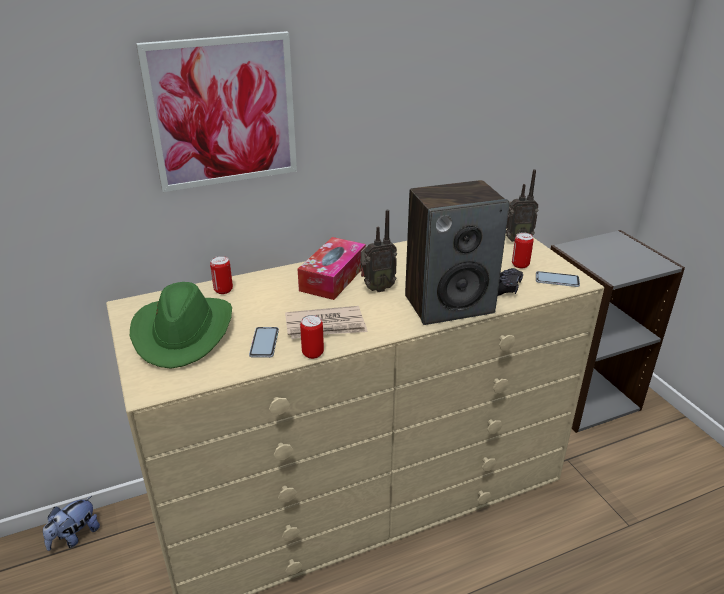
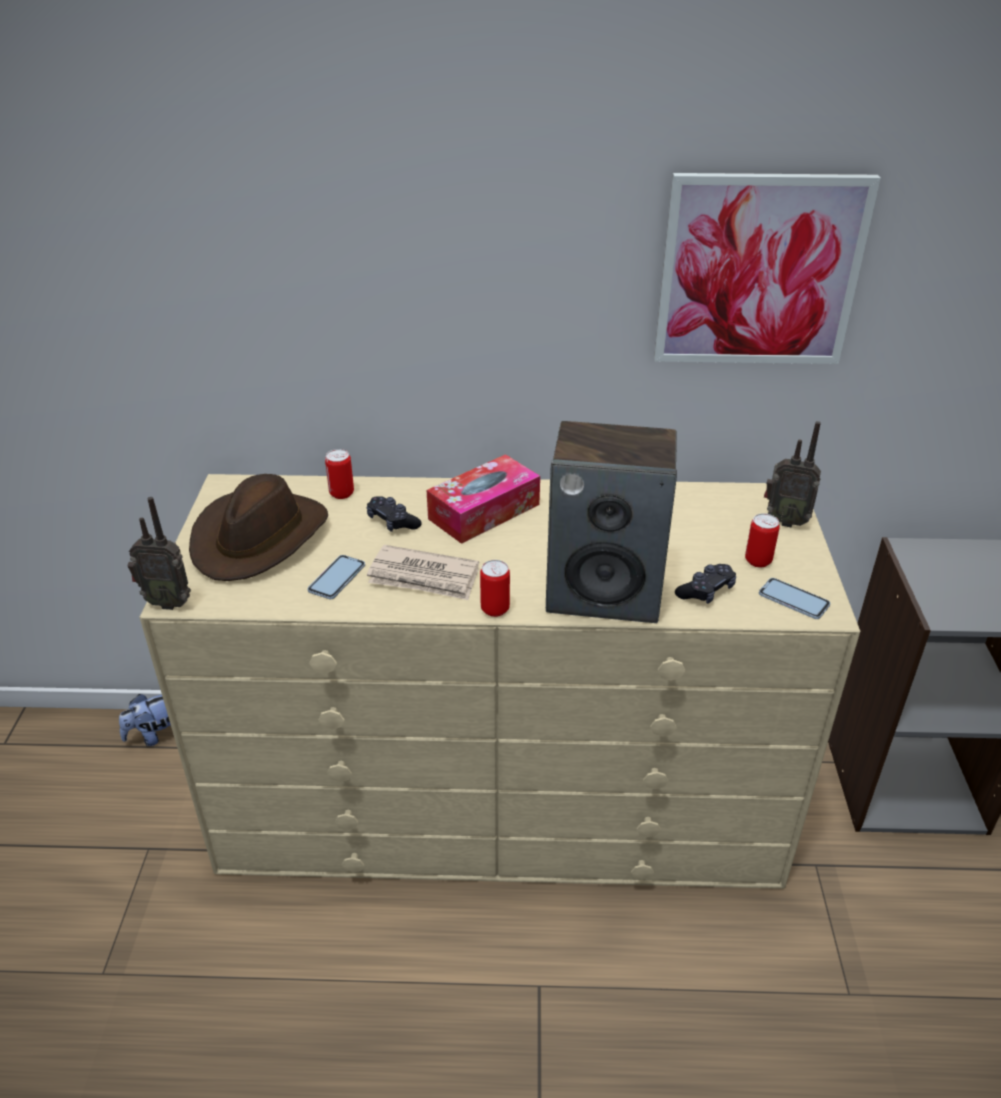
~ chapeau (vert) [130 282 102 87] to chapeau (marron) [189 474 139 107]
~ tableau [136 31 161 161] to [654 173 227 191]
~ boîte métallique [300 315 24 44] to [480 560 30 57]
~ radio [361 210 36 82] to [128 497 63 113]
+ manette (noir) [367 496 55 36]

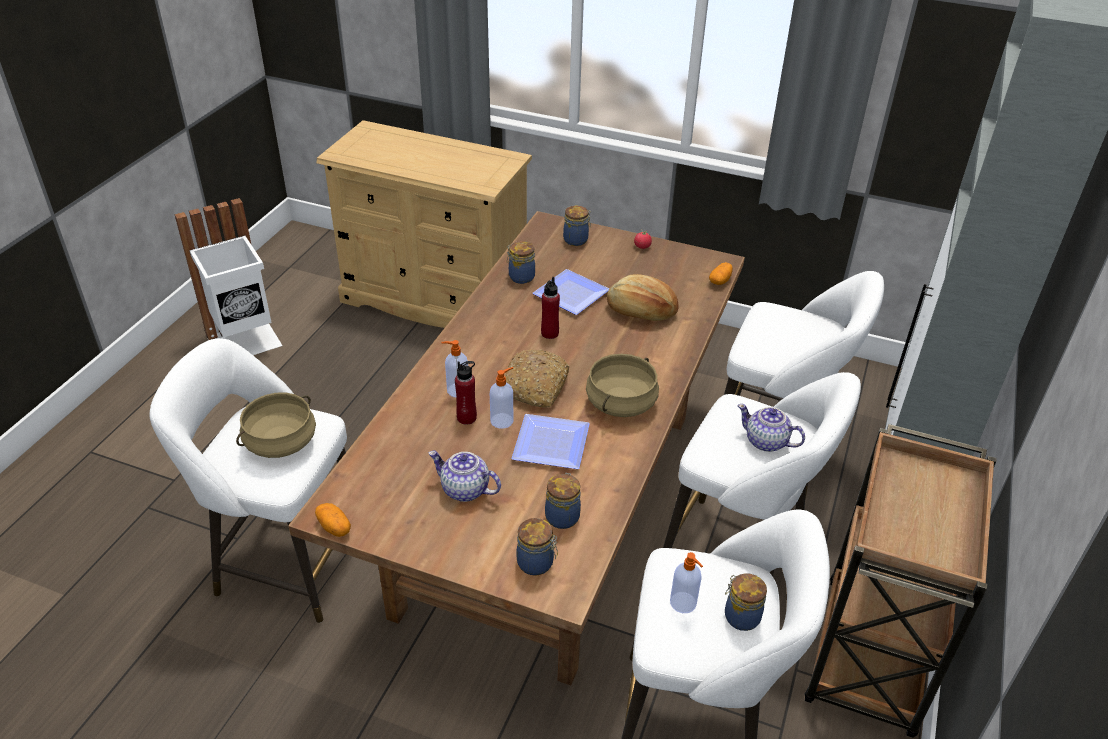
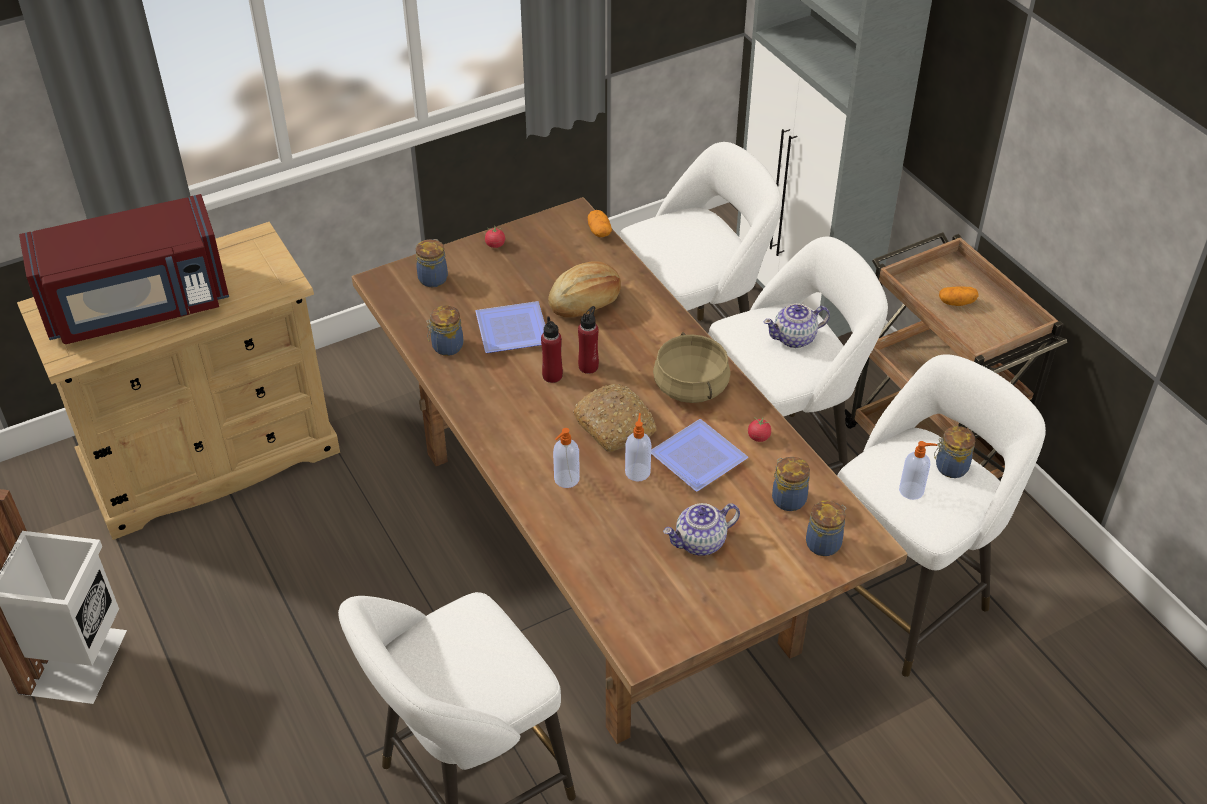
- marmite (beige) [236 393 80 65]
~ pomme de terre [315 503 36 34] to [939 287 40 19]
~ bouteille (rouge) [455 361 22 64] to [578 306 21 68]
+ micro-ondes (rouge) [19 194 210 150]
+ tomate [748 417 23 25]

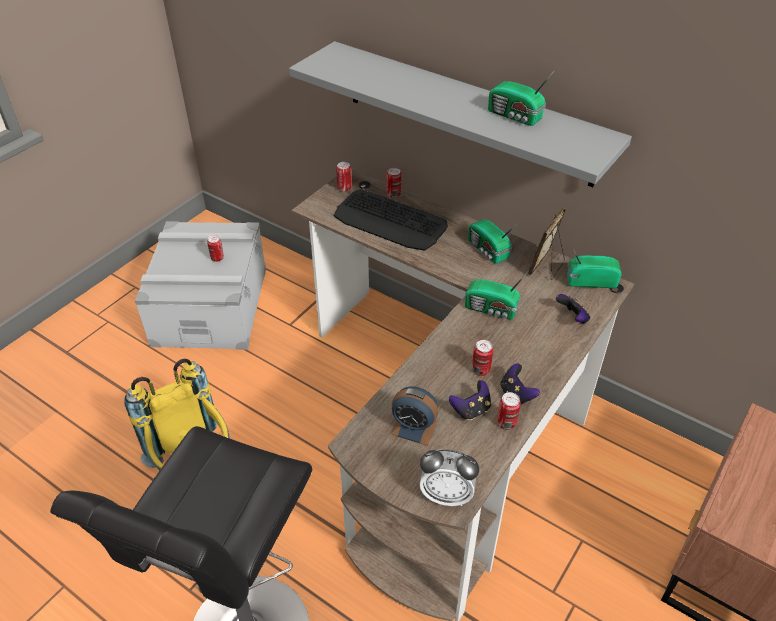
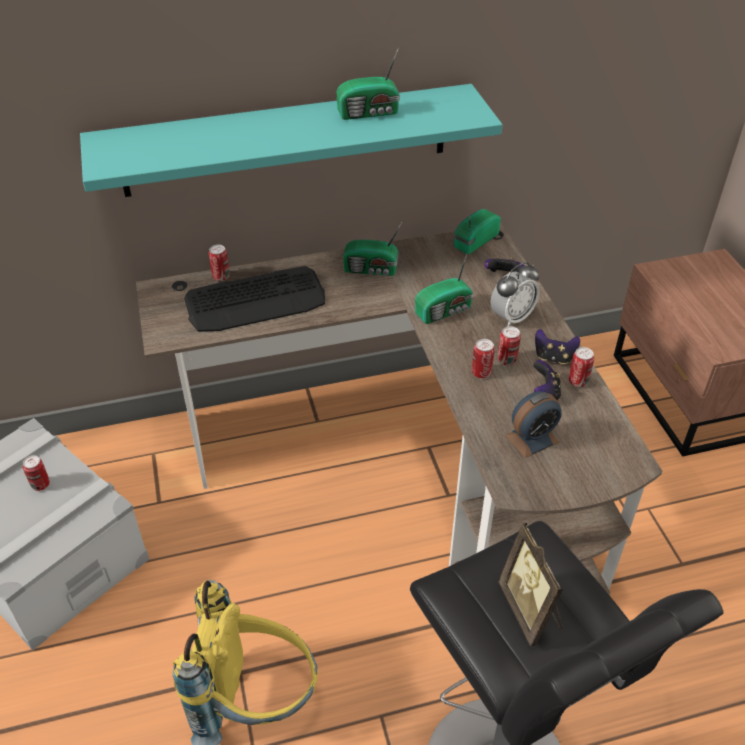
~ étagère (gris) [289 41 343 146] to étagère (turquoise) [80 84 423 113]
~ boîte métallique [336 162 16 30] to [472 339 23 39]
~ réveil [420 449 59 57] to [490 262 50 64]
~ cadre photo [528 208 38 72] to [499 523 64 124]

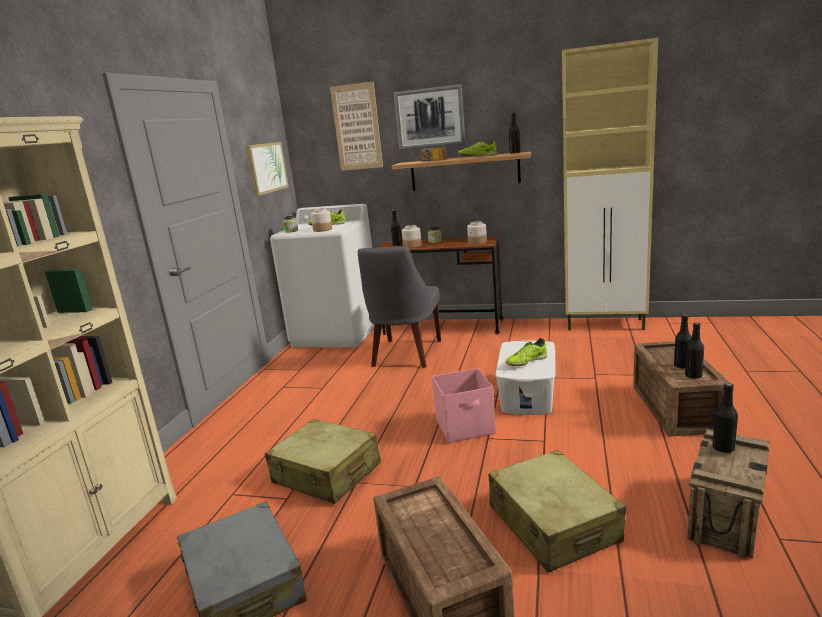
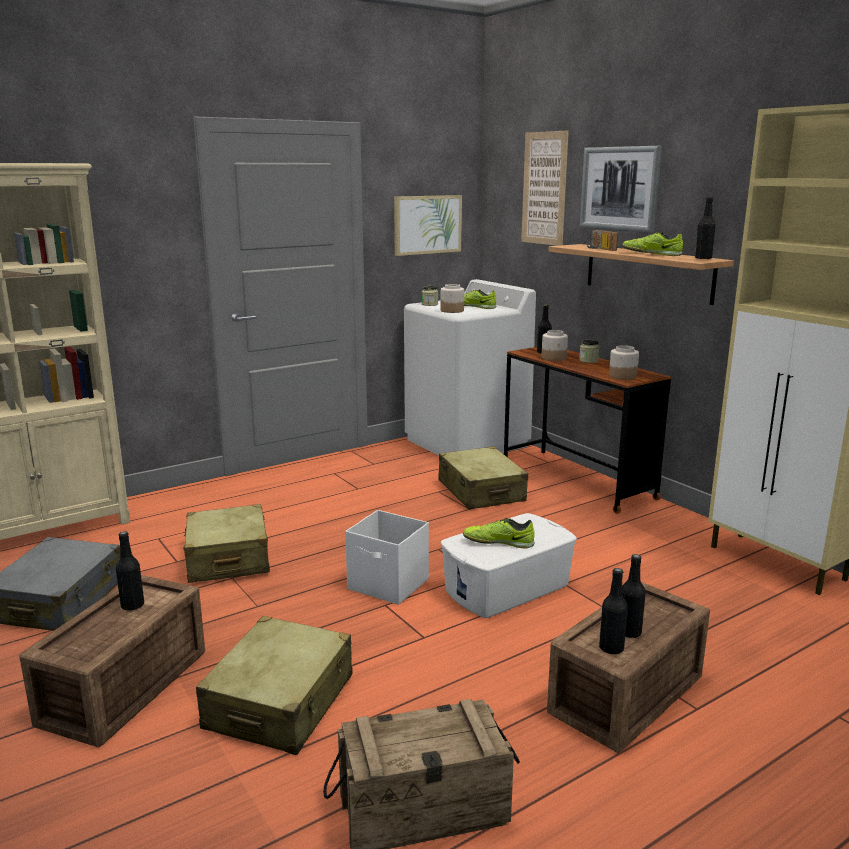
~ chaise (gris) [358 247 83 121] to valise (beige) [438 446 90 63]
~ boîte de rangement (rose) [432 368 64 75] to boîte de rangement (blanc) [345 510 84 95]
~ bouteille (noir) [713 383 25 70] to [116 531 28 79]

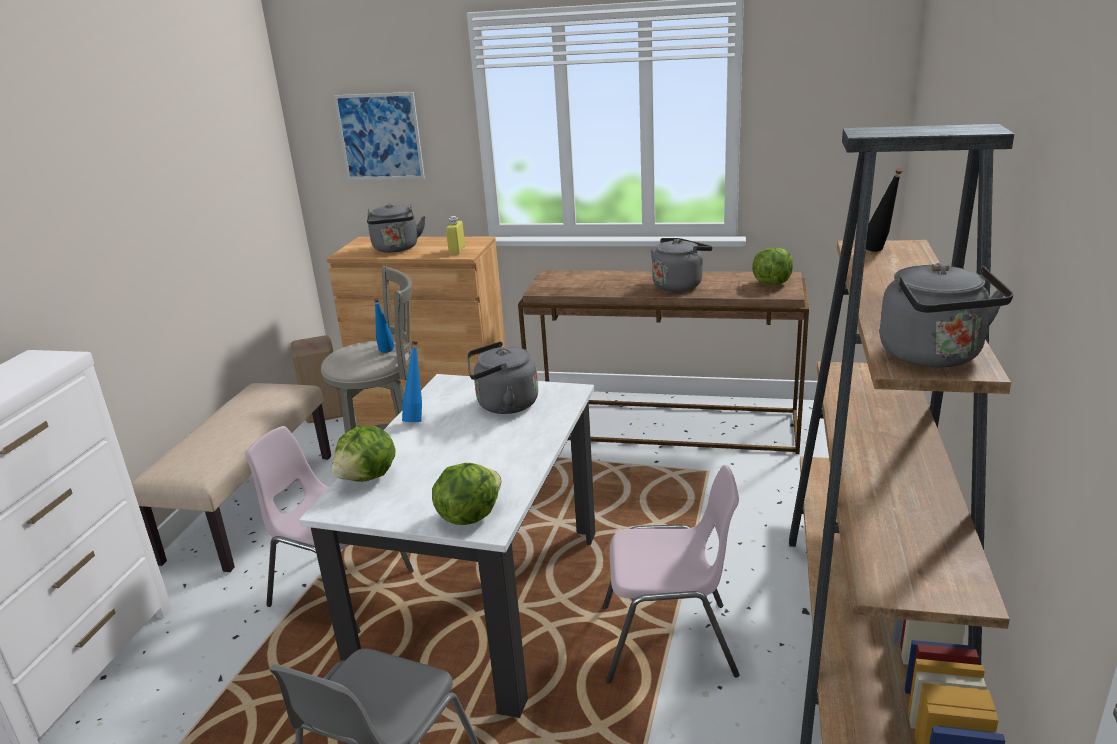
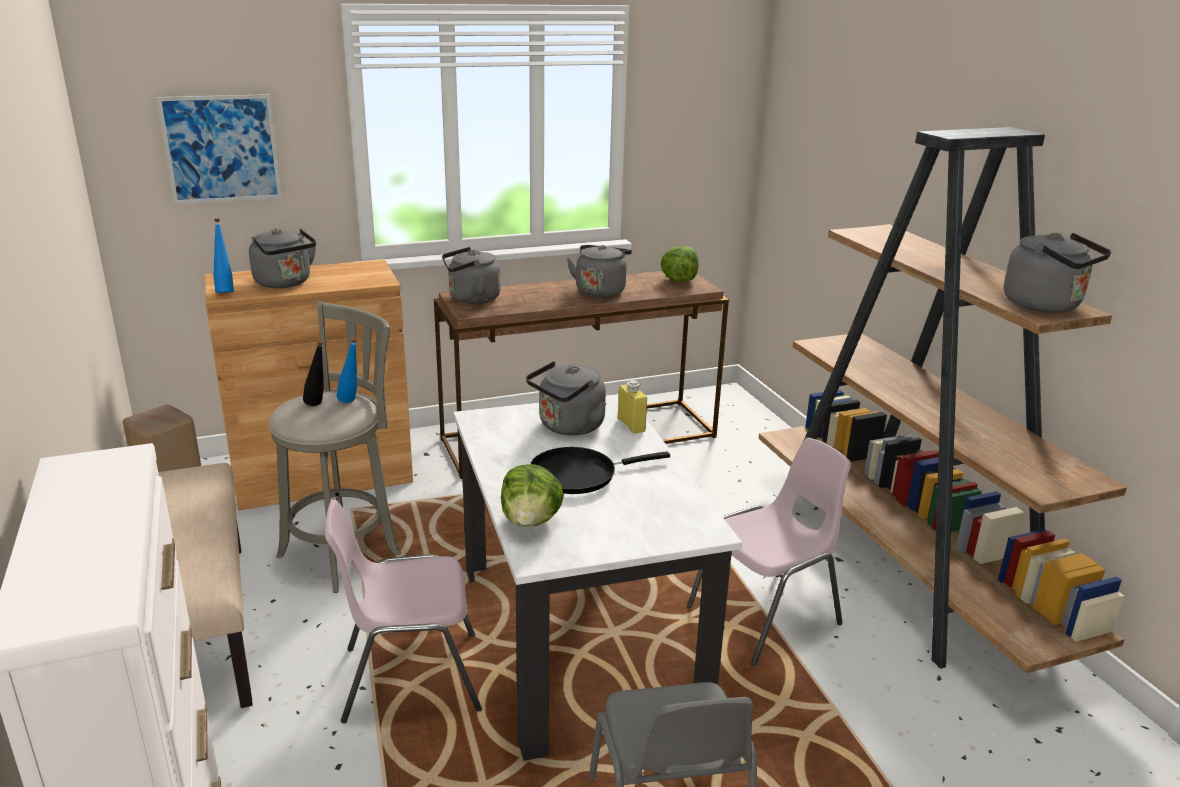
~ bouteille (bleu) [402 341 20 81] to [214 219 20 74]
- laitue [432 463 69 62]
~ bouteille (jaune) [446 216 19 39] to [618 380 29 54]
~ bouteille (noir) [866 168 37 84] to [303 339 21 67]
+ bouilloire (gris) [442 247 59 57]
+ poêle (noir) [530 447 140 47]

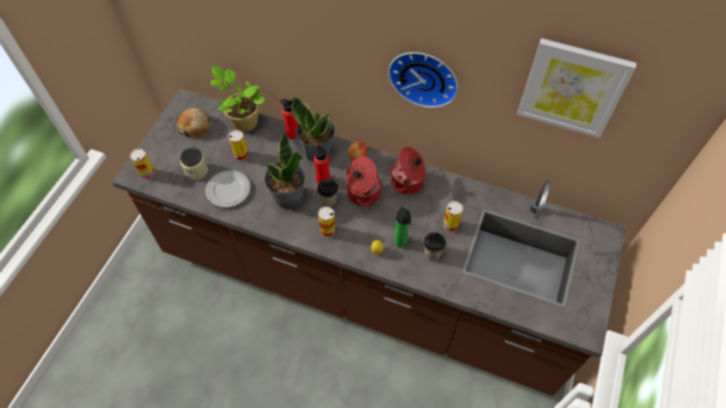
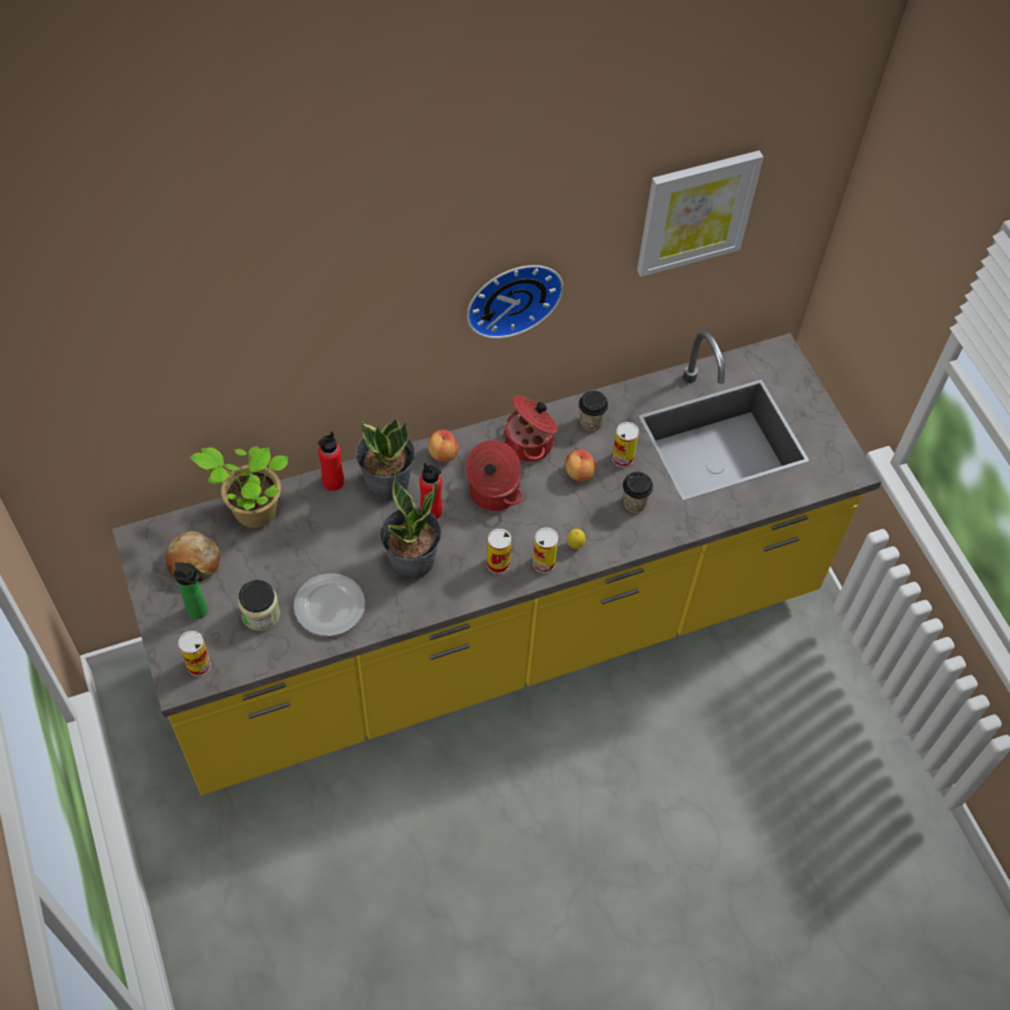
~ comptoir de cuisine (marron) [112 89 514 307] to comptoir de cuisine (jaune) [112 331 770 464]
~ boîte métallique [228 130 20 31] to [533 527 26 46]
~ tasse [317 179 21 28] to [579 391 29 40]
~ bouteille [394 206 17 42] to [174 562 33 57]
+ pomme [565 449 31 33]

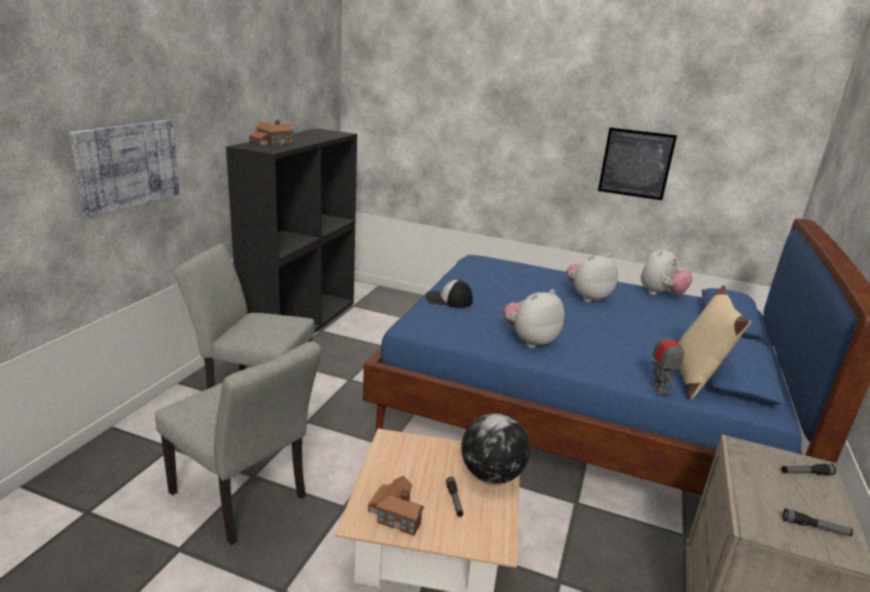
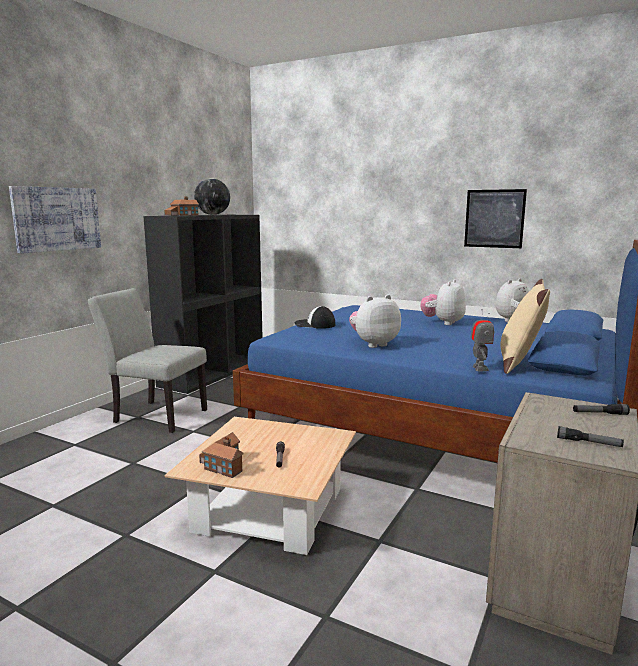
- chaise (gris) [155 341 167 204]
~ globe [461 413 69 71] to [194 178 36 37]
~ peluche [566 254 52 48] = [420 279 46 46] 45 degrees counterclockwise

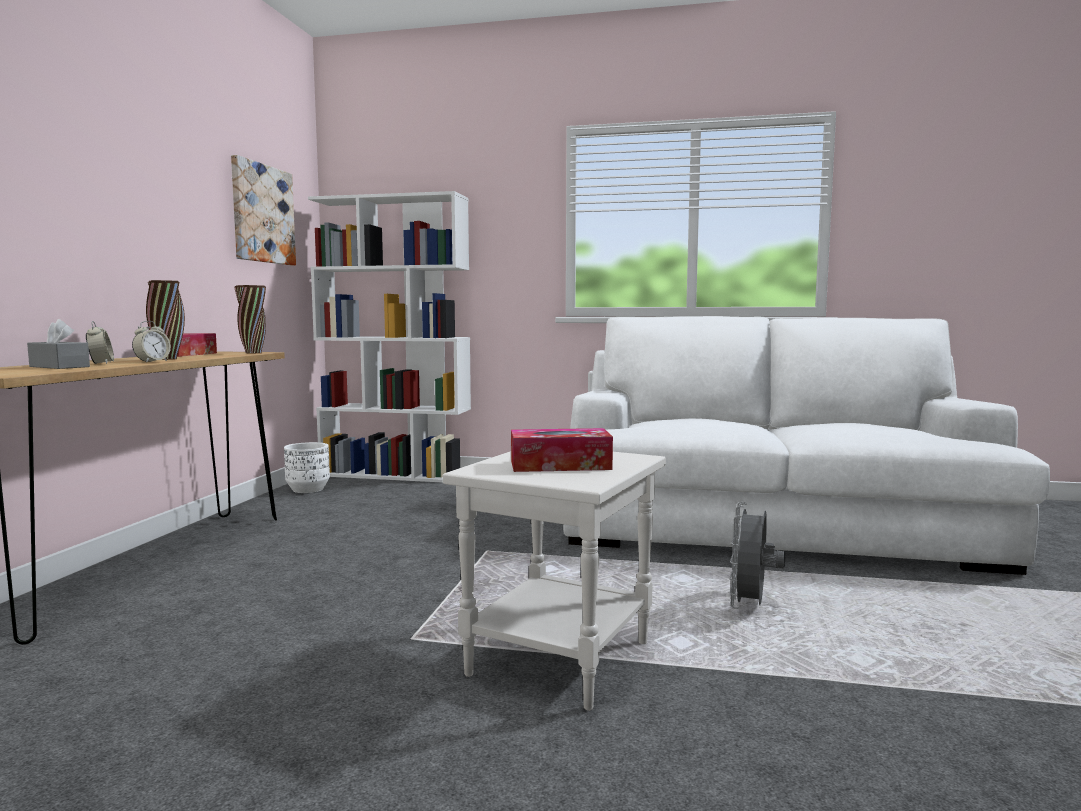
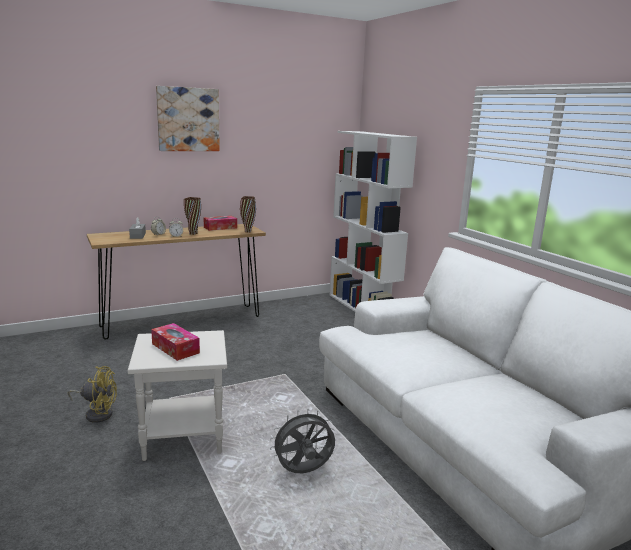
~ tableau [231 155 65 110] to [156 86 64 65]
- cache-pot (blanc) [284 442 46 51]
+ ventilateur (jaune) [68 366 49 57]

